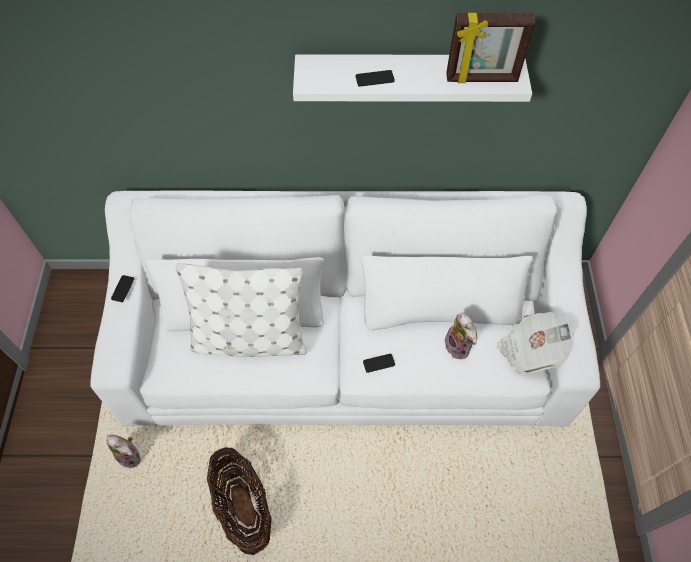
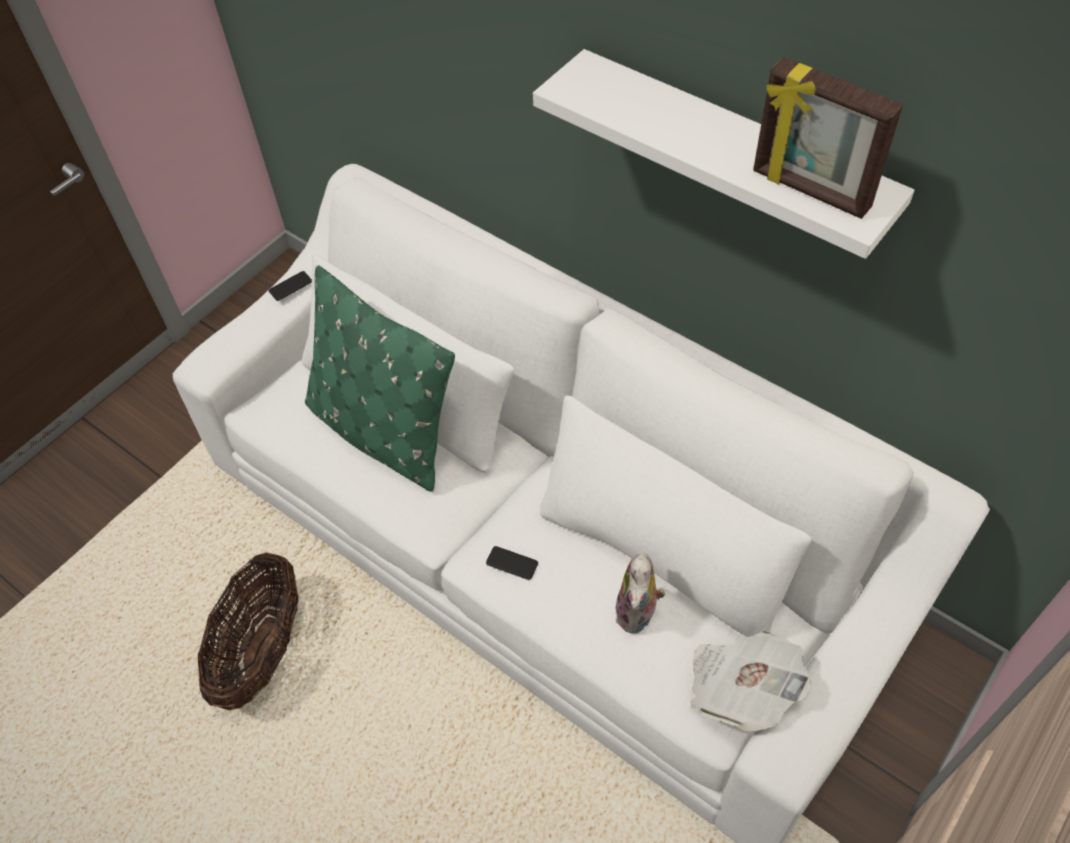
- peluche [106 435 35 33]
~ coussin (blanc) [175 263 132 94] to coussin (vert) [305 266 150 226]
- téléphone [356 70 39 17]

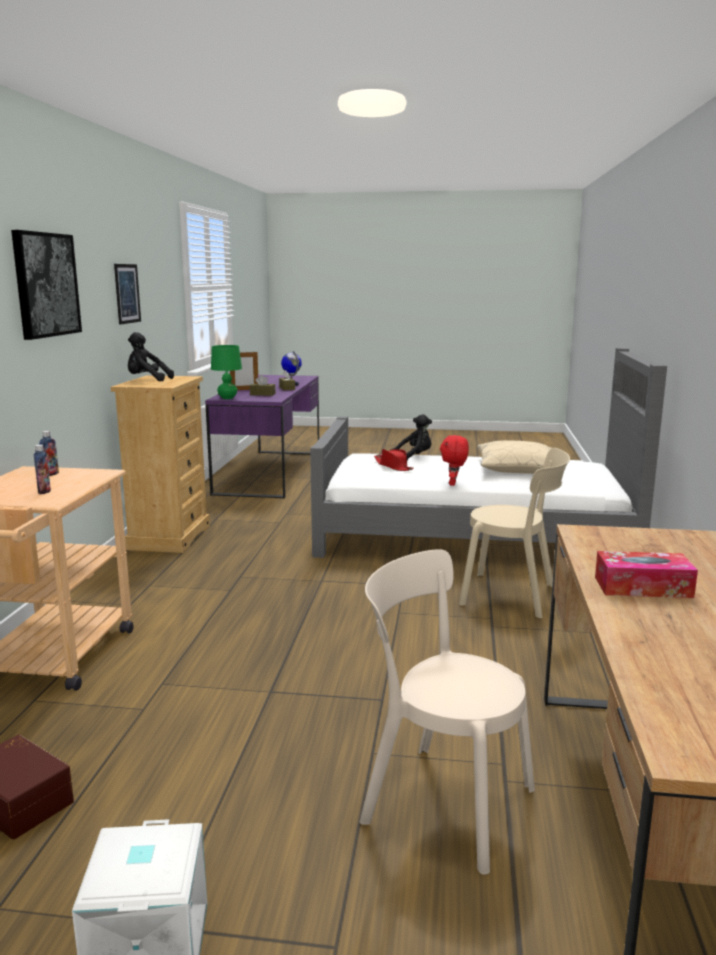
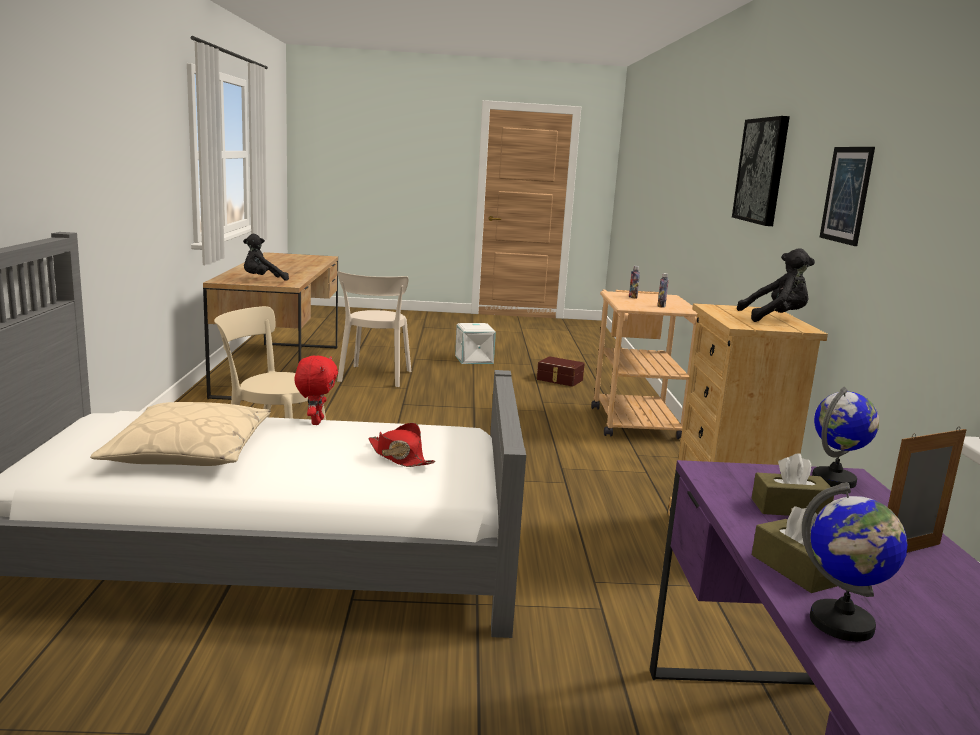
~ lampe de table (vert) [211 345 31 54] to globe [812 387 67 101]
~ chaise (beige) [359 549 176 326] = [337 271 74 116] 75 degrees clockwise
~ peluche (noir) [393 414 39 46] to [243 234 46 47]
- boîte à mouchoirs [595 551 103 47]

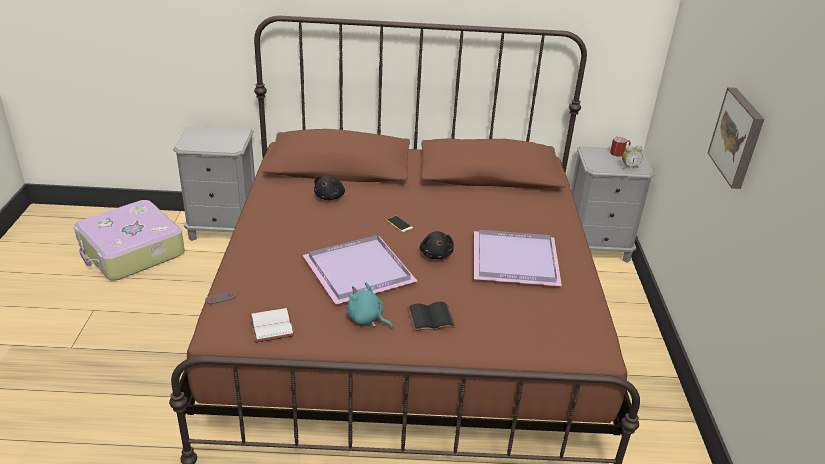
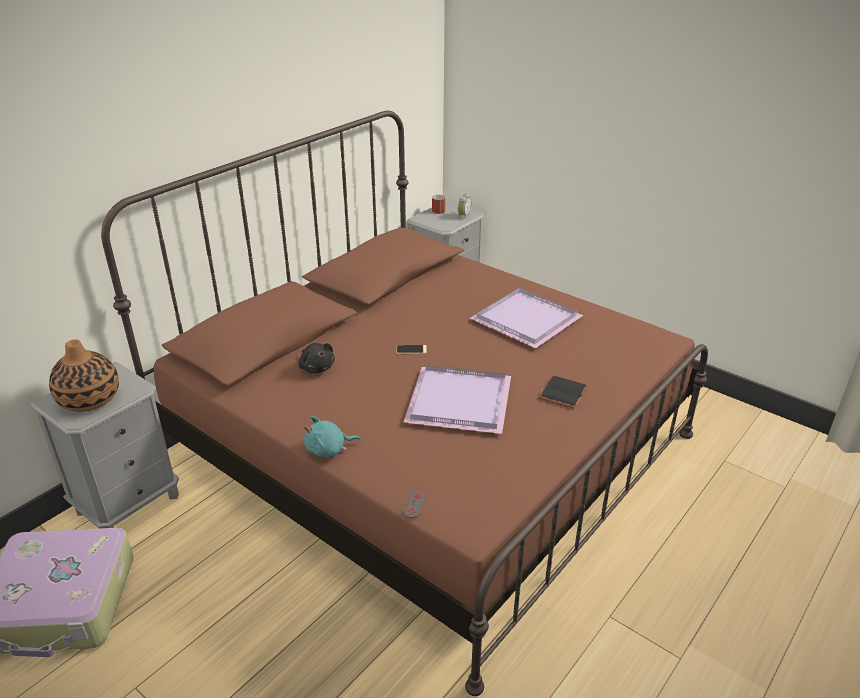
- livre (blanc) [250 308 45 35]
~ peluche (turquoise) [347 282 46 47] to [304 416 57 41]
- peluche (noir) [420 231 34 28]
- tableau [708 87 56 102]
+ vase [49 340 70 72]

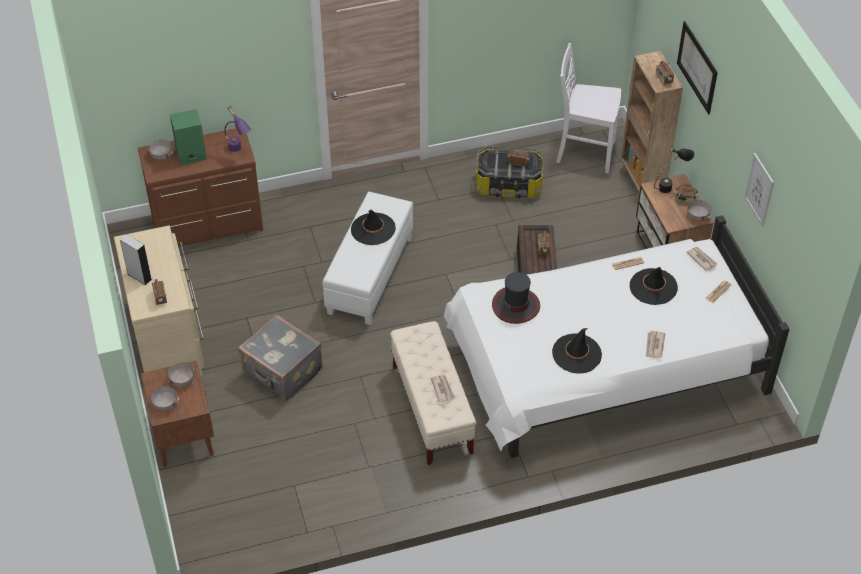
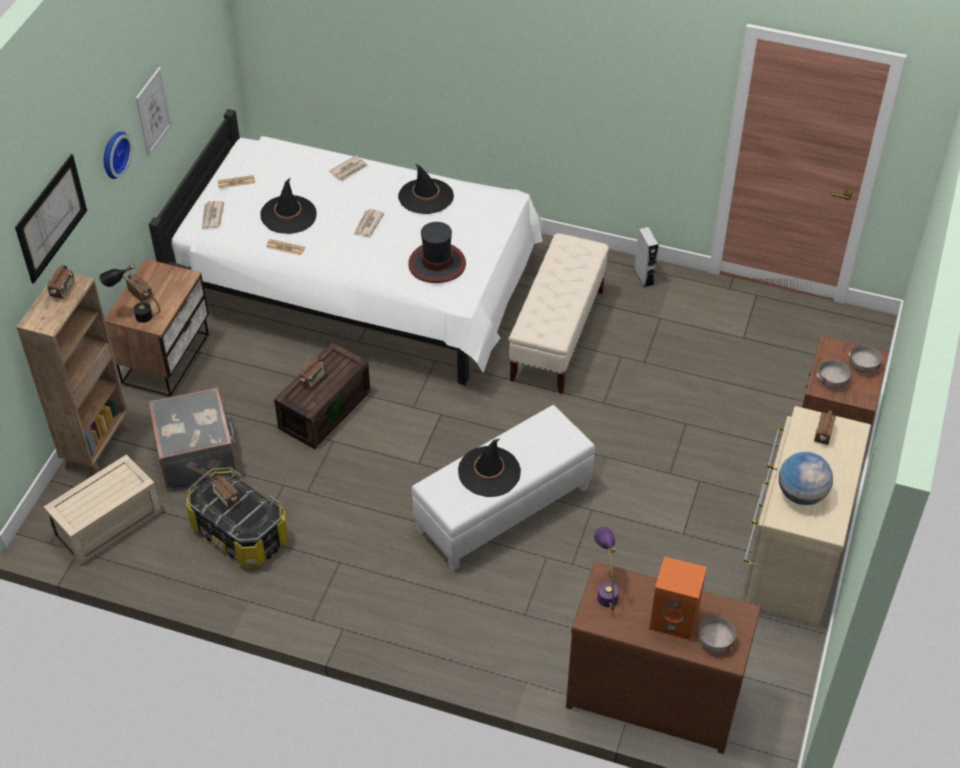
~ enceinte (gris) [120 234 32 51] to [634 227 25 61]
~ enceinte (vert) [170 109 37 56] to enceinte (orange) [649 556 58 85]
~ valise (gris) [238 314 85 88] to [149 388 88 103]
~ journal [431 375 24 27] to [354 209 30 28]
~ chaise (blanc) [556 43 65 130] to boîte de rangement (beige) [44 454 118 111]
- bol (gris) [687 200 24 21]
+ horloge murale [104 131 28 48]
+ globe [779 452 54 53]

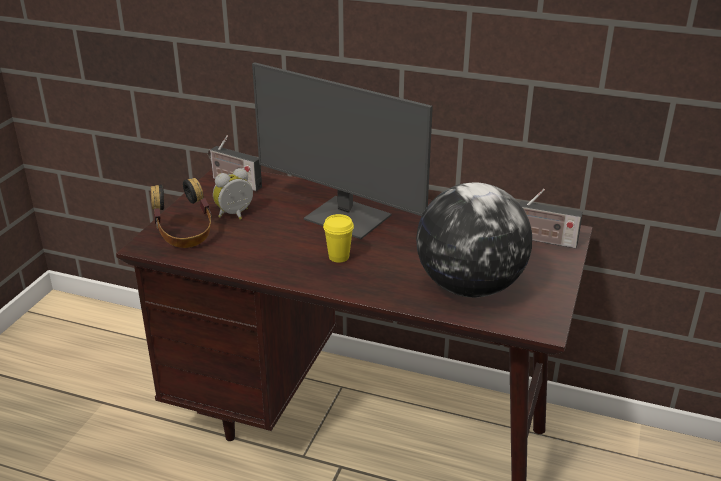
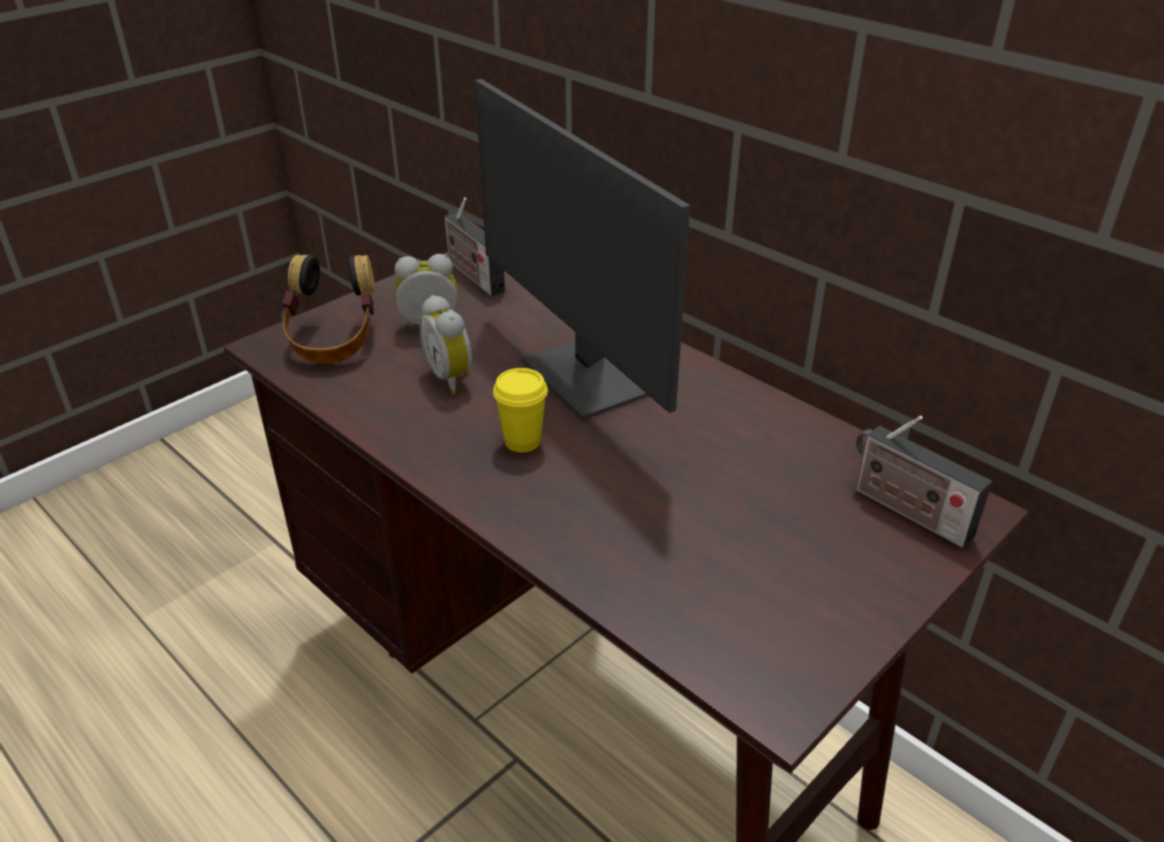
- globe [416 183 116 115]
+ réveil [419 295 53 99]

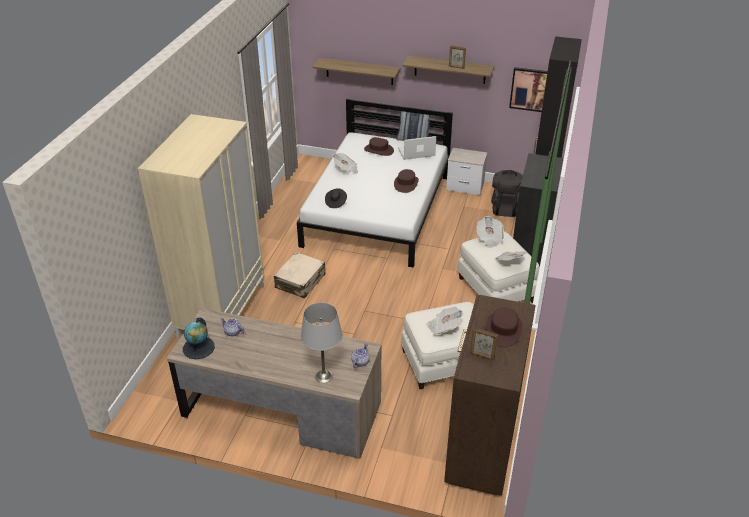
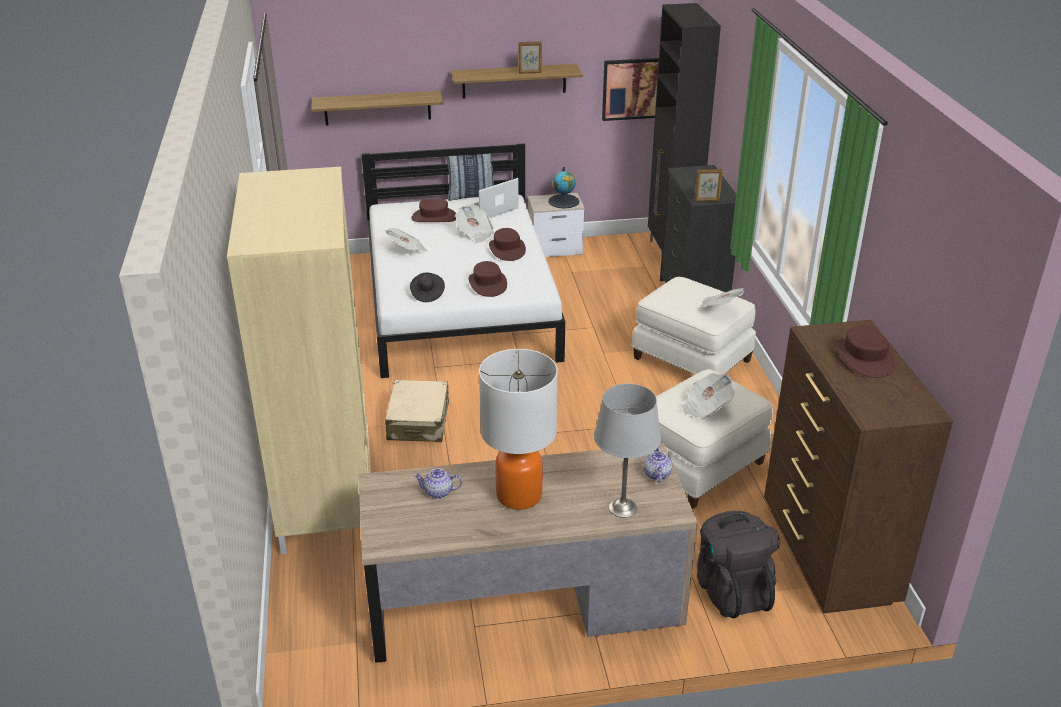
~ globe [183 317 32 42] to [548 167 32 42]
~ cadre photo [470 327 28 33] to [694 169 29 32]
~ journal [476 216 28 32] to [455 206 39 37]
~ sac à dos (noir) [491 170 32 47] to [697 511 83 107]
+ chapeau (marron) [468 261 39 36]
+ lampe de table [479 349 79 161]

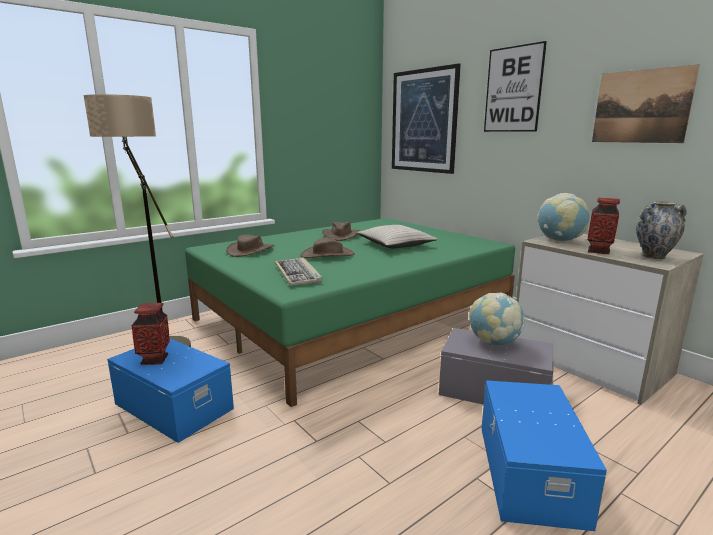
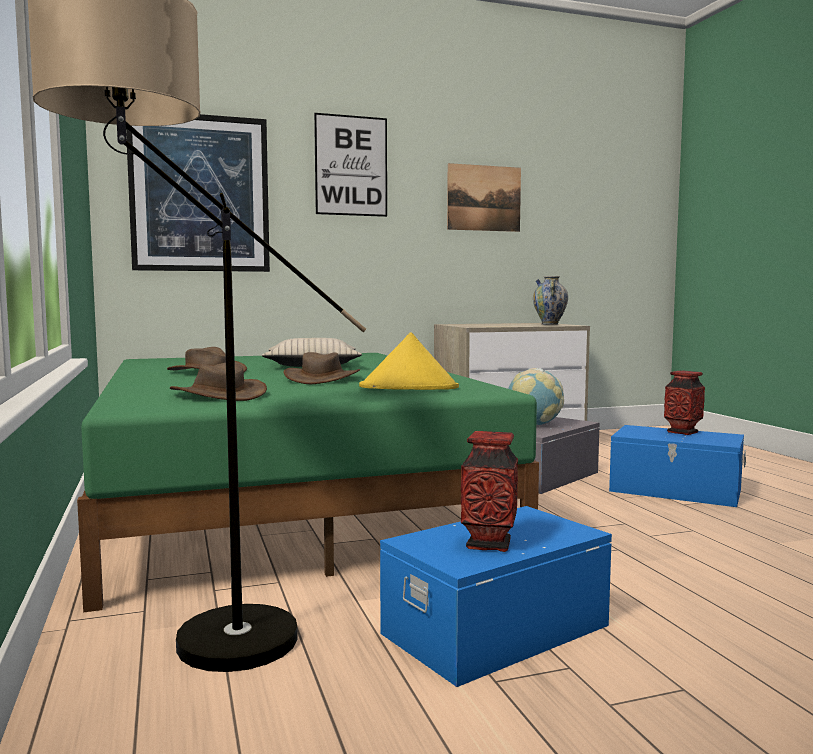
~ clavier [275 257 47 29] to chapeau (jaune) [359 332 100 58]
- globe [537 193 53 48]
~ vase [587 198 33 56] to [664 370 41 65]

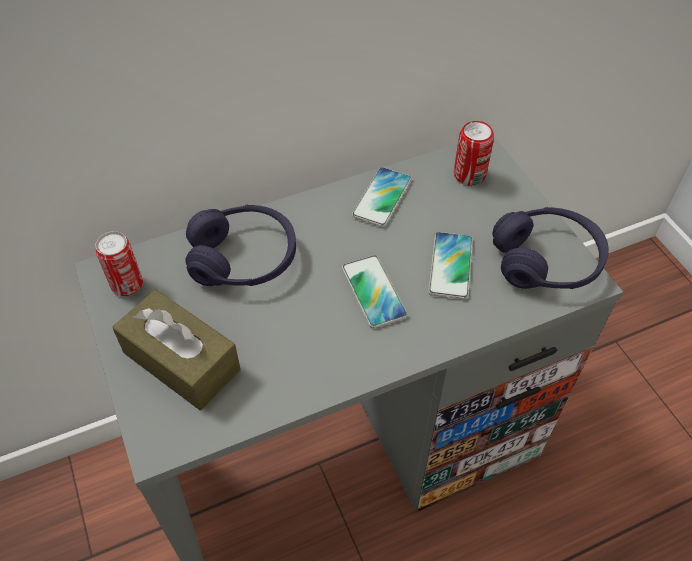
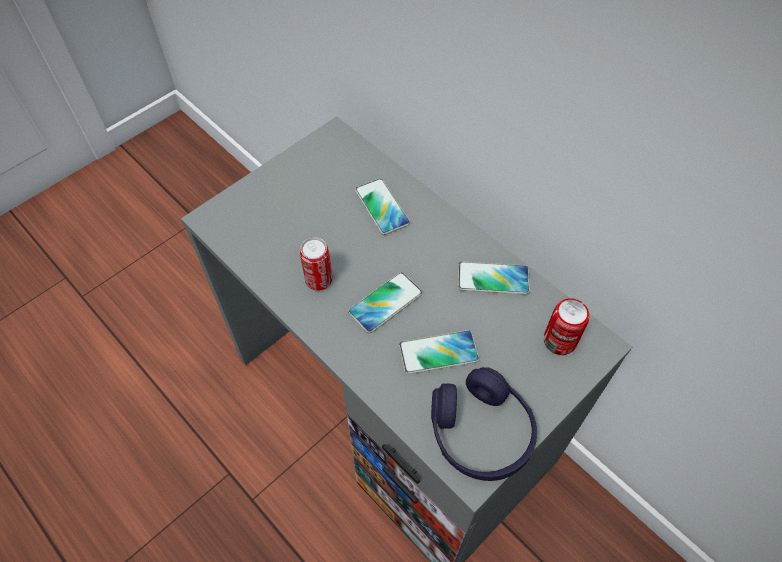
~ boîte métallique [95 231 48 65] to [300 237 33 54]
- boîte à mouchoirs (marron) [112 290 129 120]
~ casque audio (violet) [185 204 111 82] to téléphone [355 178 55 57]

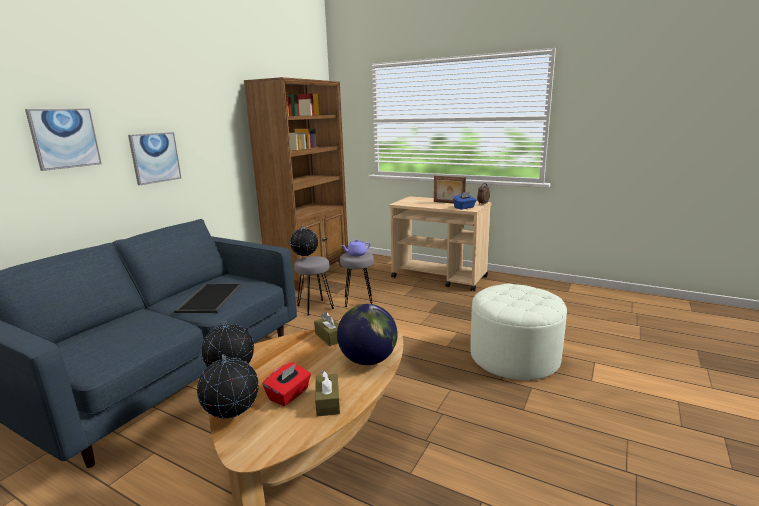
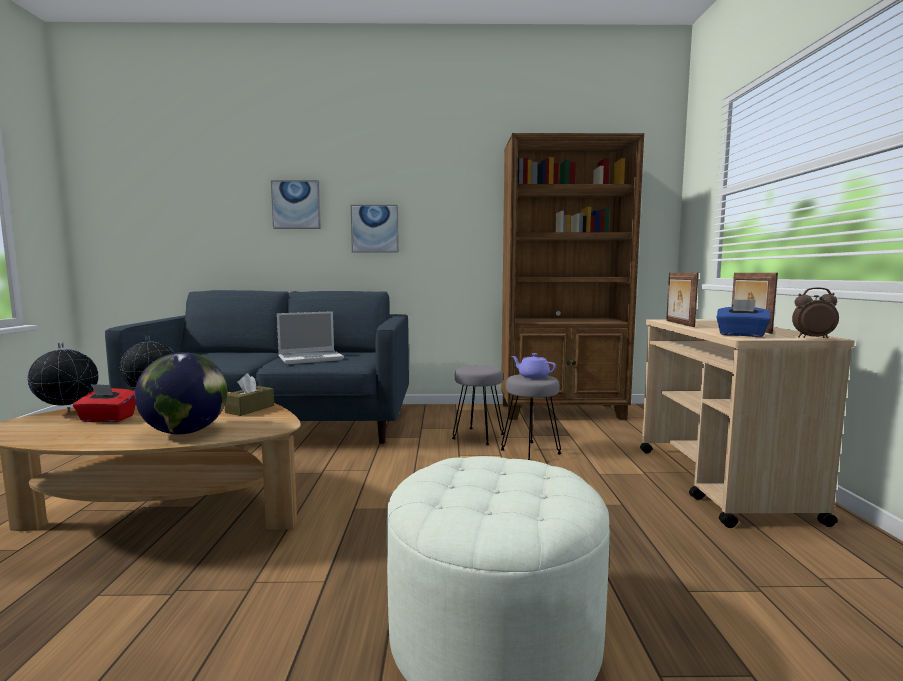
~ plateau [174 283 68 30] to ordinateur portable [277 311 67 53]
- globe [290 225 28 34]
- boîte à mouchoirs (marron) [315 370 25 46]
+ cadre photo [667 273 32 54]

